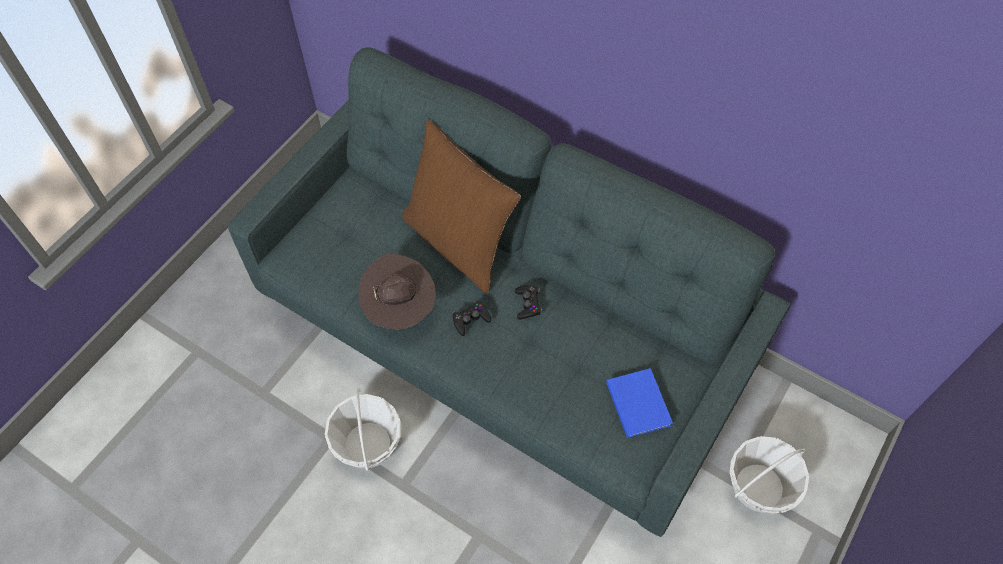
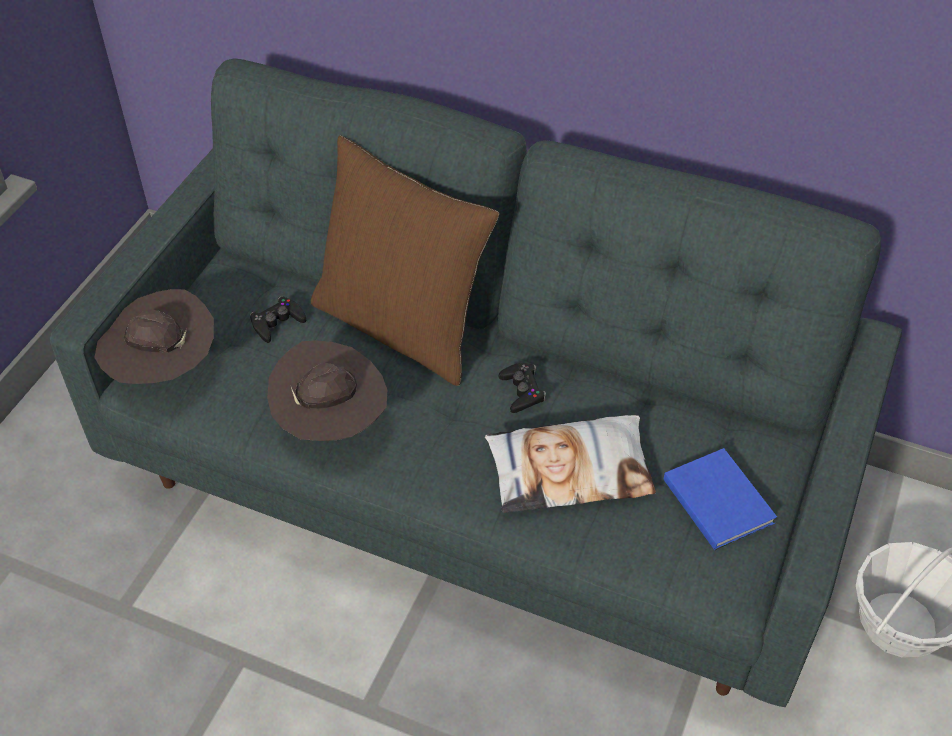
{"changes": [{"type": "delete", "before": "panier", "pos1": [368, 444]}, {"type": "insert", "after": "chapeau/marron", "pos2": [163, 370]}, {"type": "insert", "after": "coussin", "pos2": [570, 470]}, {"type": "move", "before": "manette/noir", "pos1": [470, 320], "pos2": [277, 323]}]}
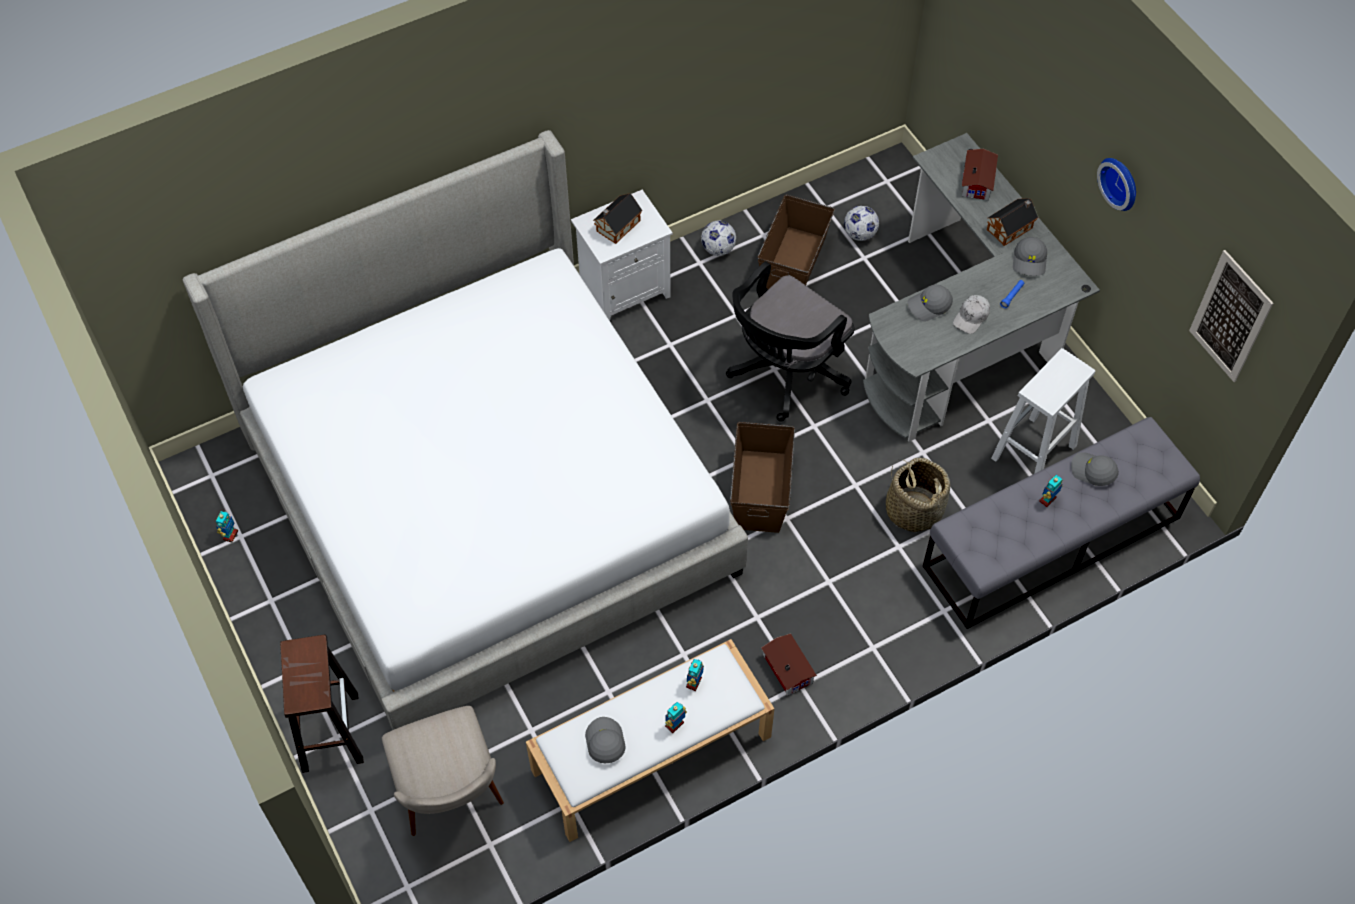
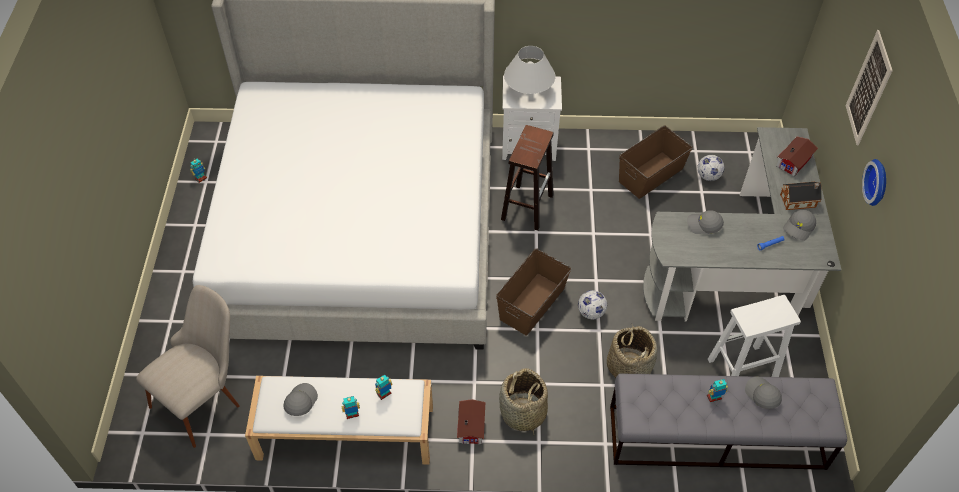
{"changes": [{"type": "delete", "before": "chaise de bureau/noir", "pos1": [785, 374]}, {"type": "delete", "before": "casquette/blanc", "pos1": [971, 317]}, {"type": "insert", "after": "panier", "pos2": [523, 413]}, {"type": "move", "before": "tabouret/marron", "pos1": [330, 731], "pos2": [527, 206]}, {"type": "move", "before": "ballon de foot", "pos1": [718, 249], "pos2": [591, 312]}, {"type": "move", "before": "tableau", "pos1": [1230, 317], "pos2": [868, 89]}, {"type": "replace", "before": "maison miniature", "after": "lampe de table/blanc", "pos1": [616, 227], "pos2": [528, 91]}, {"type": "rotate", "before": "chaise/beige", "pos1": [452, 802], "pos2": [206, 396], "turn": -150}]}
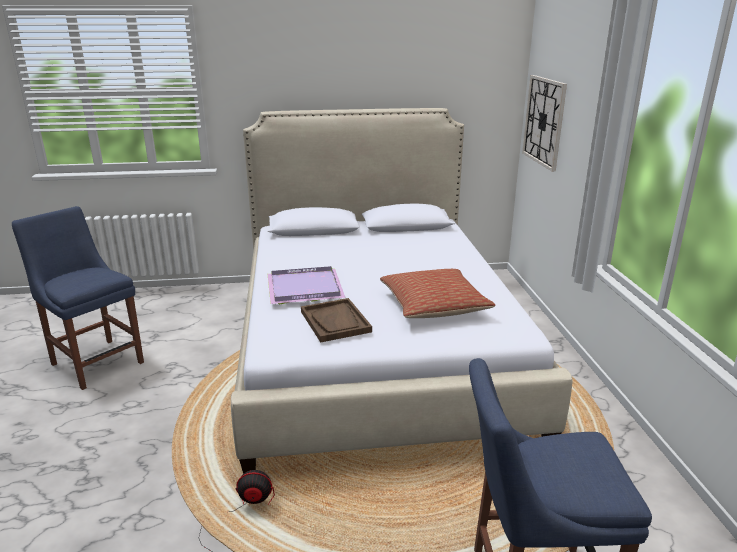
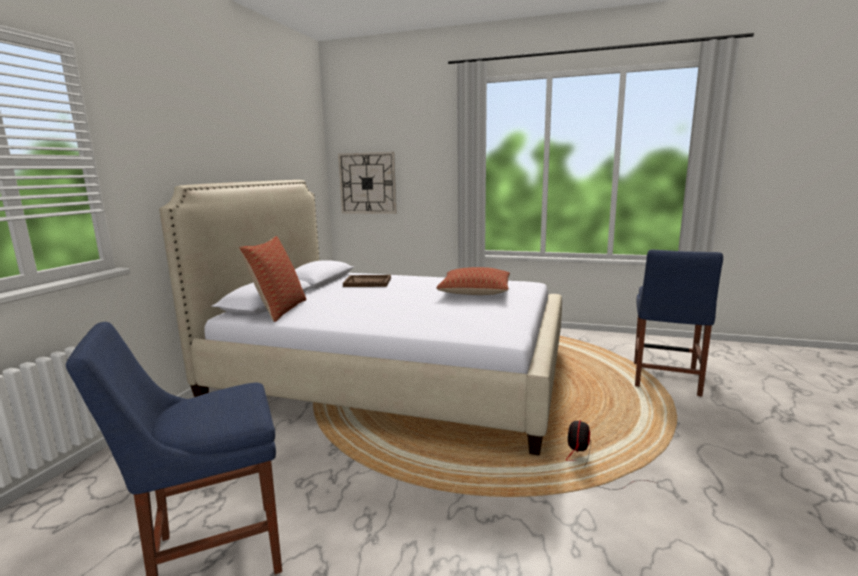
{"changes": [{"type": "delete", "before": "plateau/violet", "pos1": [306, 287]}, {"type": "insert", "after": "coussin", "pos2": [279, 310]}, {"type": "move", "before": "plateau/marron", "pos1": [335, 322], "pos2": [368, 282]}]}
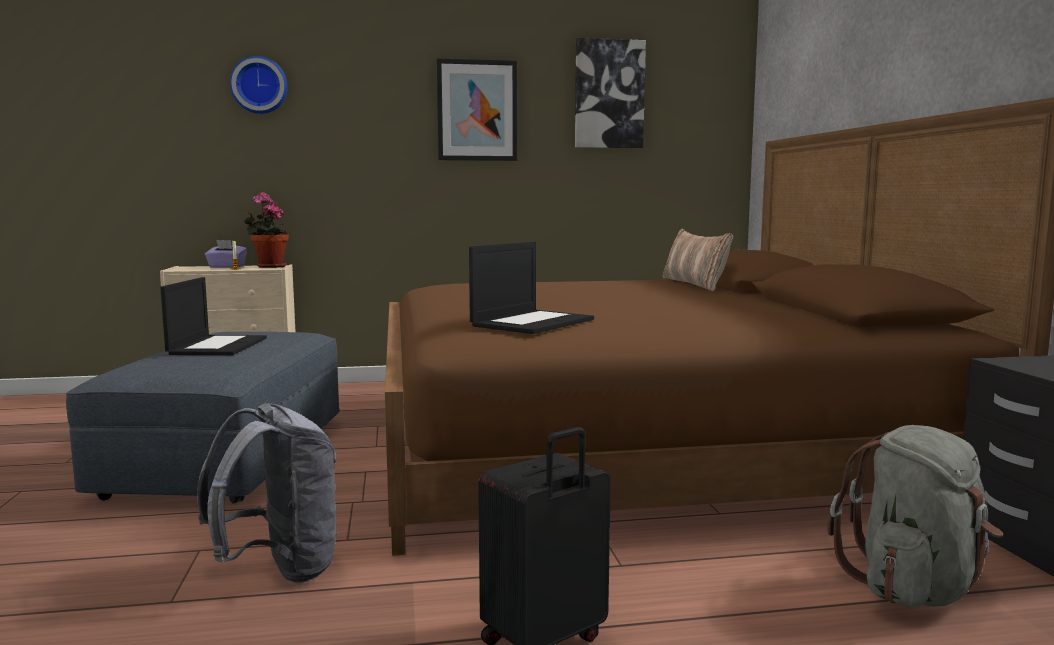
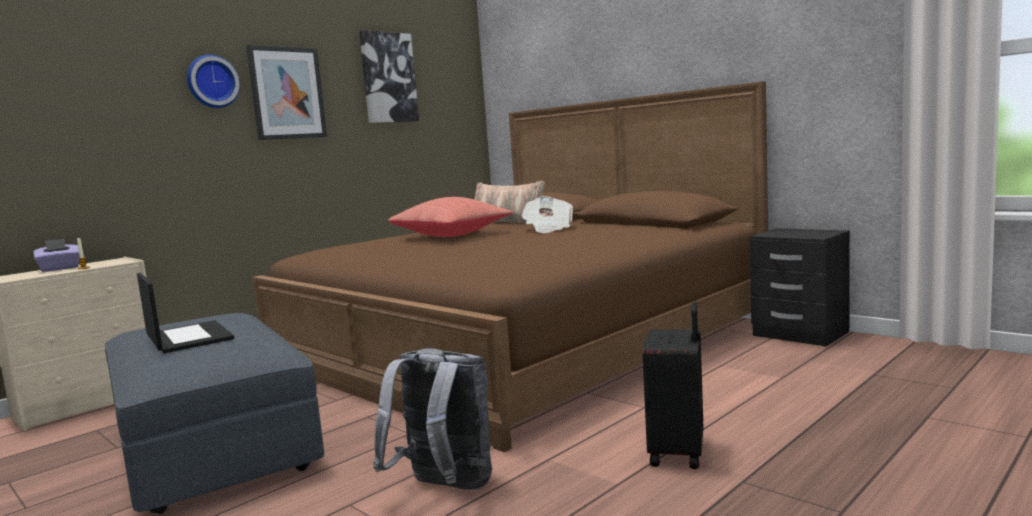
{"changes": [{"type": "delete", "before": "plante en pot", "pos1": [268, 266]}, {"type": "delete", "before": "ordinateur portable", "pos1": [532, 322]}, {"type": "delete", "before": "sac à dos/gris", "pos1": [914, 588]}, {"type": "insert", "after": "coussin/rouge", "pos2": [452, 235]}, {"type": "insert", "after": "journal", "pos2": [548, 229]}, {"type": "move", "before": "horloge murale", "pos1": [259, 85], "pos2": [212, 82]}]}
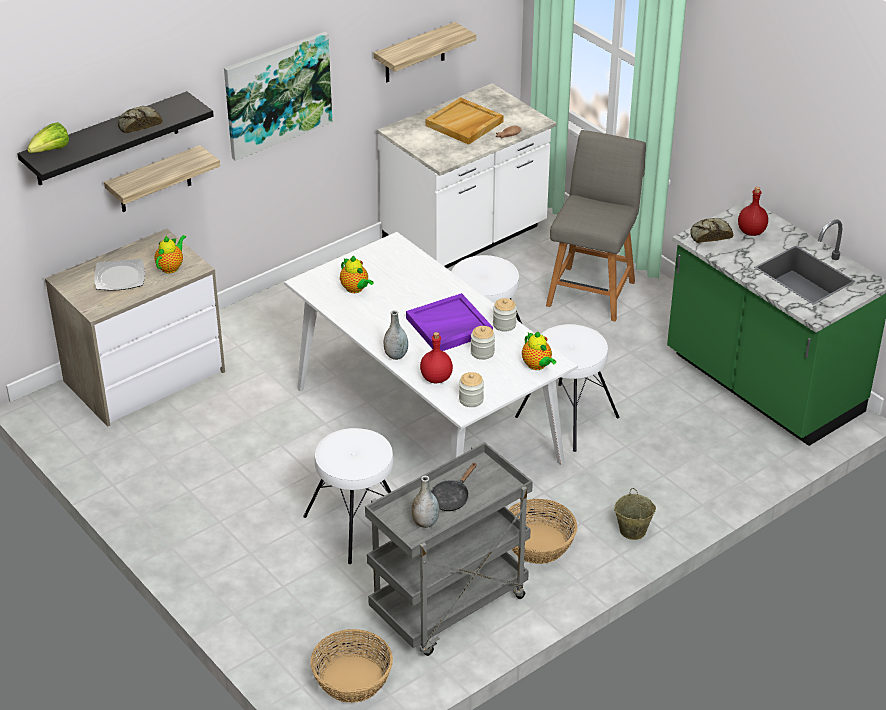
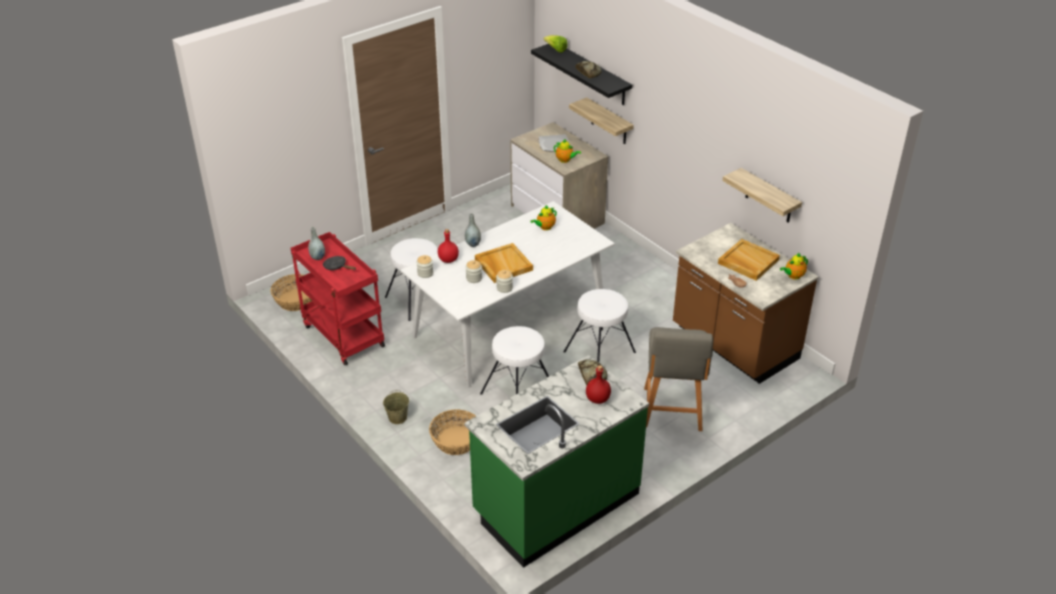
{"changes": [{"type": "delete", "before": "tableau", "pos1": [277, 94]}, {"type": "move", "before": "panier", "pos1": [538, 544], "pos2": [456, 441]}, {"type": "move", "before": "théière", "pos1": [537, 366], "pos2": [793, 276]}, {"type": "recolor", "before": "chariot/gris", "after": "chariot/rouge", "pos1": [449, 608], "pos2": [342, 335]}, {"type": "recolor", "before": "comptoir de cuisine/blanc", "after": "comptoir de cuisine/marron", "pos1": [465, 238], "pos2": [733, 344]}, {"type": "recolor", "before": "plateau/violet", "after": "plateau/beige", "pos1": [448, 326], "pos2": [503, 265]}, {"type": "rotate", "before": "chaise/gris", "pos1": [592, 291], "pos2": [672, 411], "turn": 75}]}
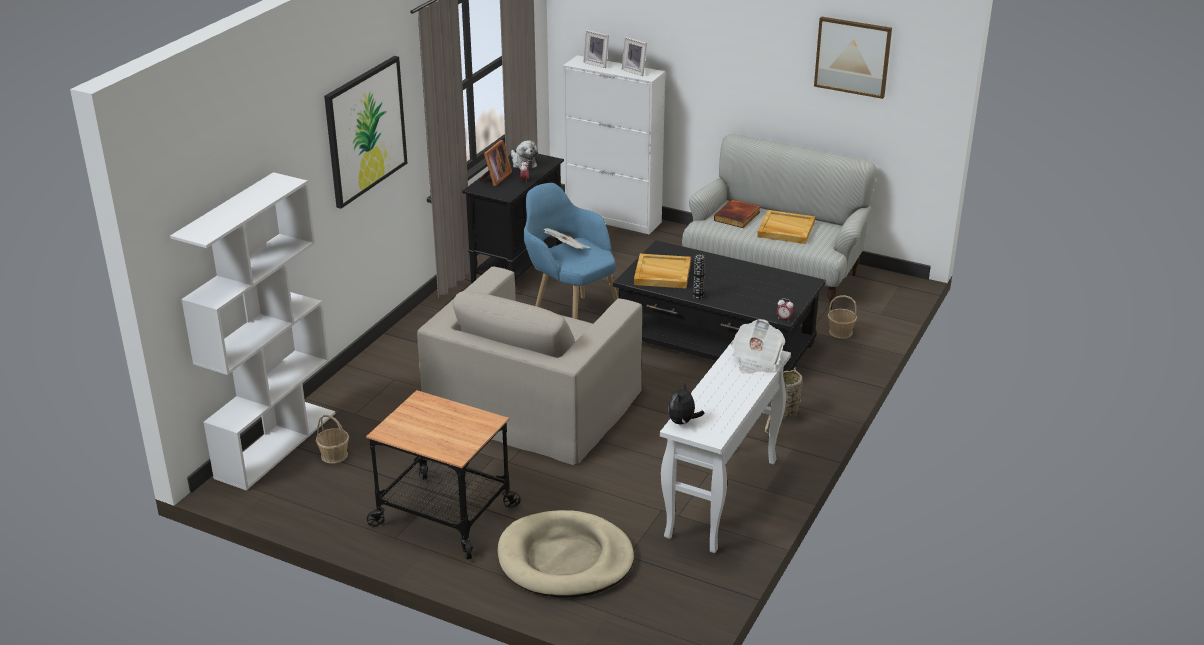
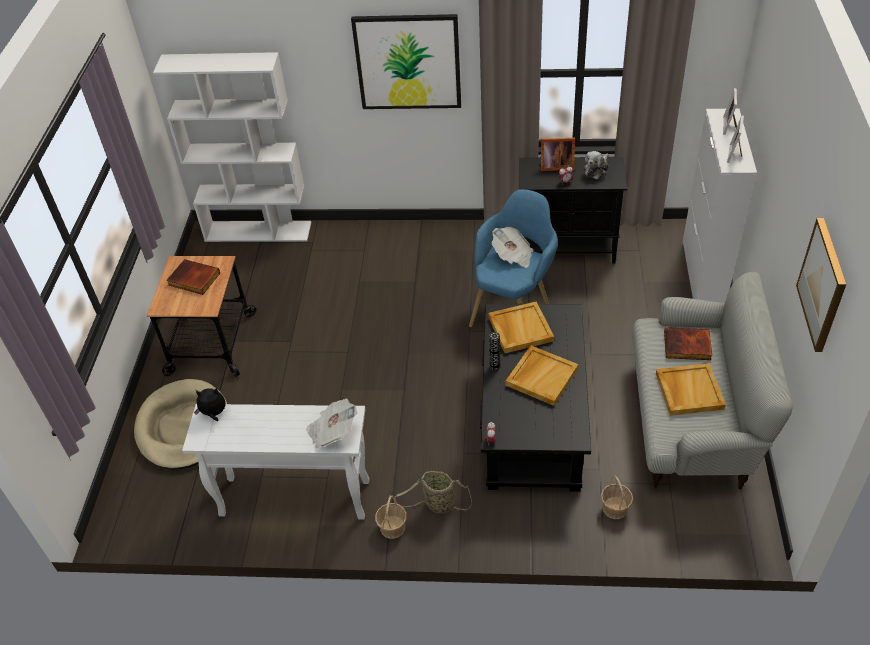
{"changes": [{"type": "delete", "before": "fauteuil/beige", "pos1": [533, 402]}, {"type": "insert", "after": "livre", "pos2": [193, 279]}, {"type": "insert", "after": "plateau/beige", "pos2": [541, 376]}, {"type": "move", "before": "panier", "pos1": [334, 455], "pos2": [392, 527]}]}
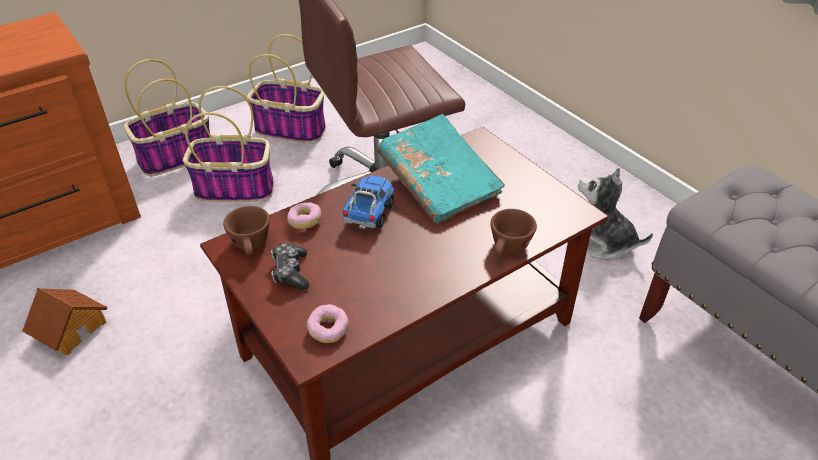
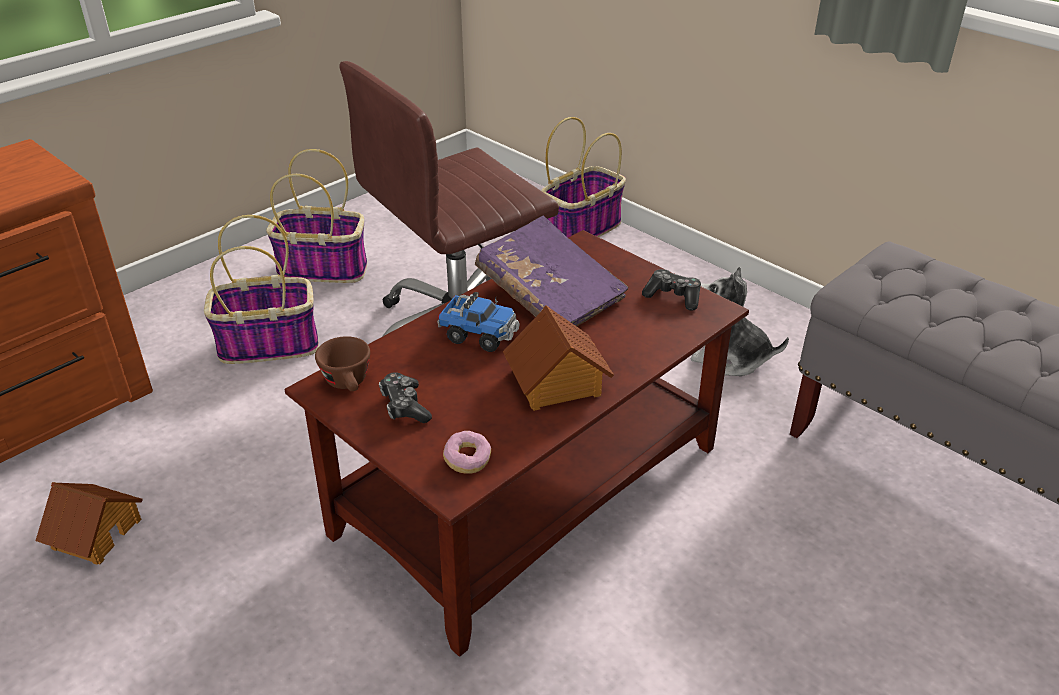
{"changes": [{"type": "delete", "before": "beignet", "pos1": [305, 221]}, {"type": "delete", "before": "tasse/marron", "pos1": [508, 248]}, {"type": "insert", "after": "maison miniature", "pos2": [556, 383]}, {"type": "insert", "after": "manette", "pos2": [673, 296]}, {"type": "move", "before": "panier", "pos1": [177, 156], "pos2": [582, 228]}, {"type": "recolor", "before": "livre/turquoise", "after": "livre/violet", "pos1": [439, 183], "pos2": [550, 295]}, {"type": "rotate", "before": "camion jouet", "pos1": [369, 214], "pos2": [479, 335], "turn": 105}]}
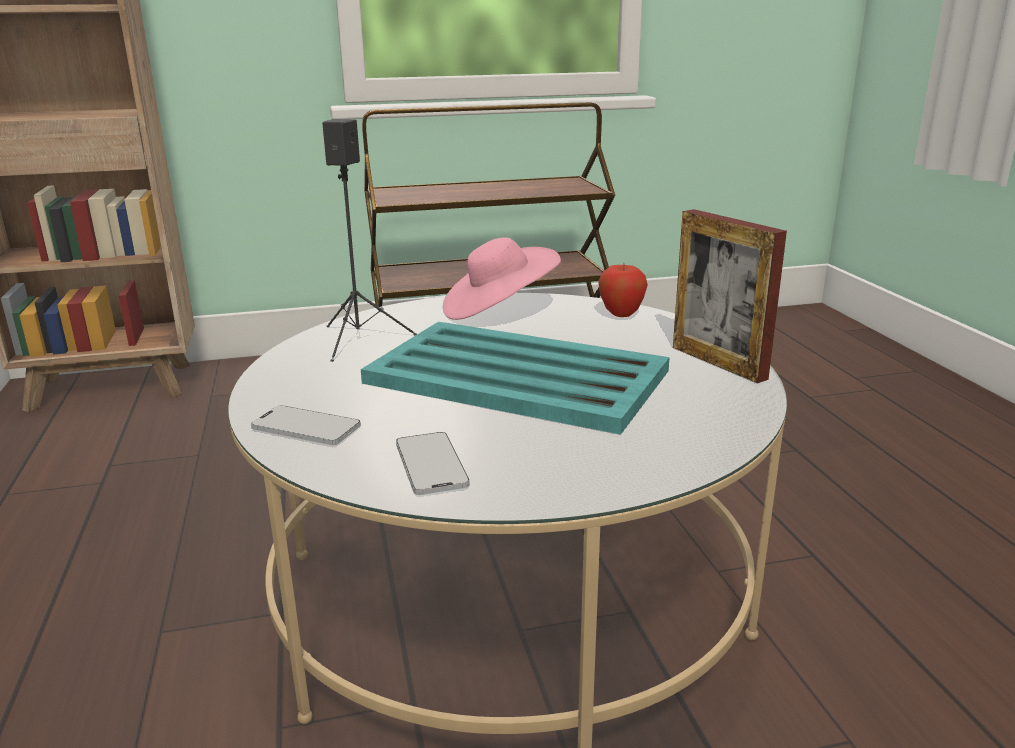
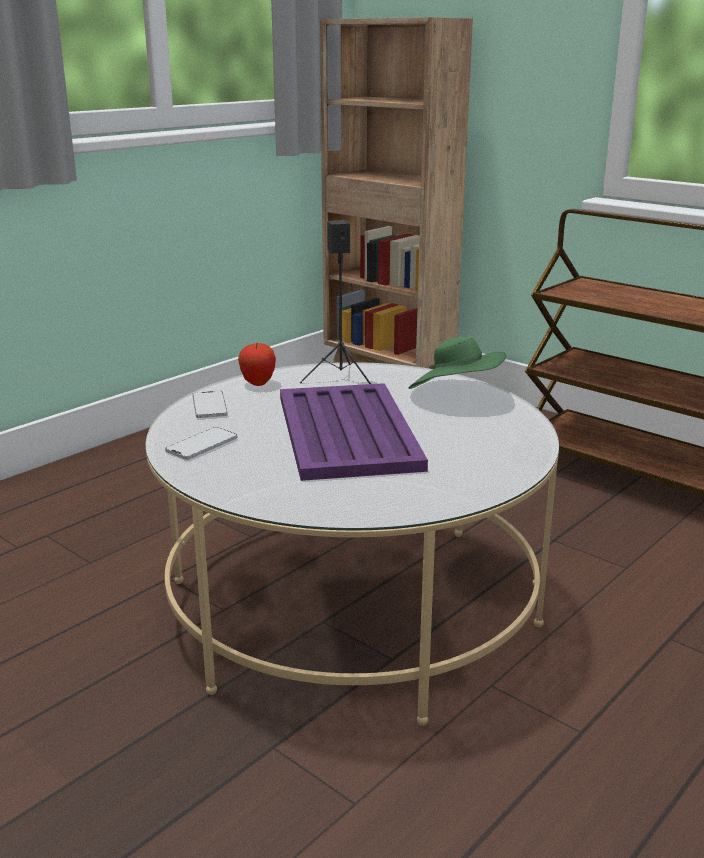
{"changes": [{"type": "delete", "before": "cadre photo", "pos1": [718, 362]}, {"type": "move", "before": "pomme", "pos1": [621, 315], "pos2": [258, 384]}, {"type": "recolor", "before": "plateau/turquoise", "after": "plateau/violet", "pos1": [514, 376], "pos2": [347, 431]}, {"type": "recolor", "before": "chapeau/rose", "after": "chapeau/vert", "pos1": [498, 310], "pos2": [456, 395]}]}
